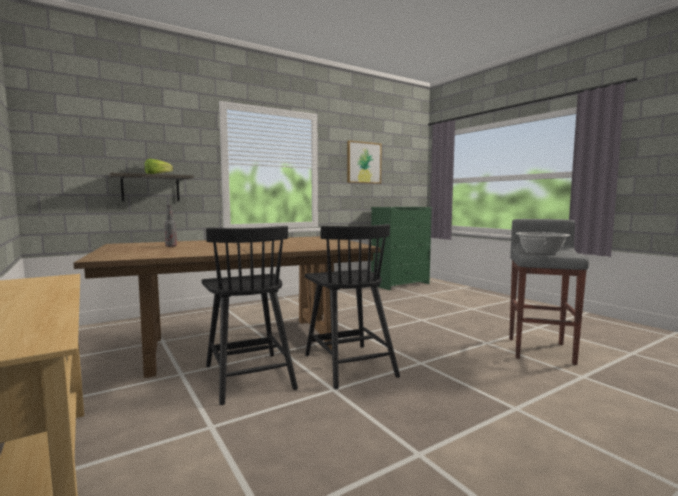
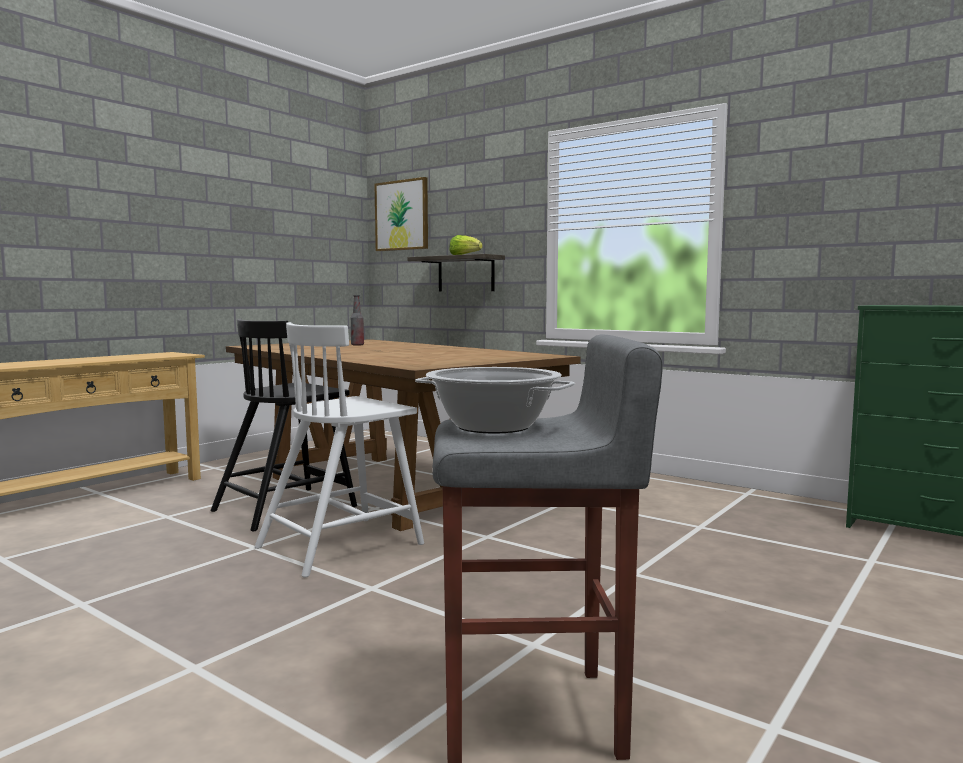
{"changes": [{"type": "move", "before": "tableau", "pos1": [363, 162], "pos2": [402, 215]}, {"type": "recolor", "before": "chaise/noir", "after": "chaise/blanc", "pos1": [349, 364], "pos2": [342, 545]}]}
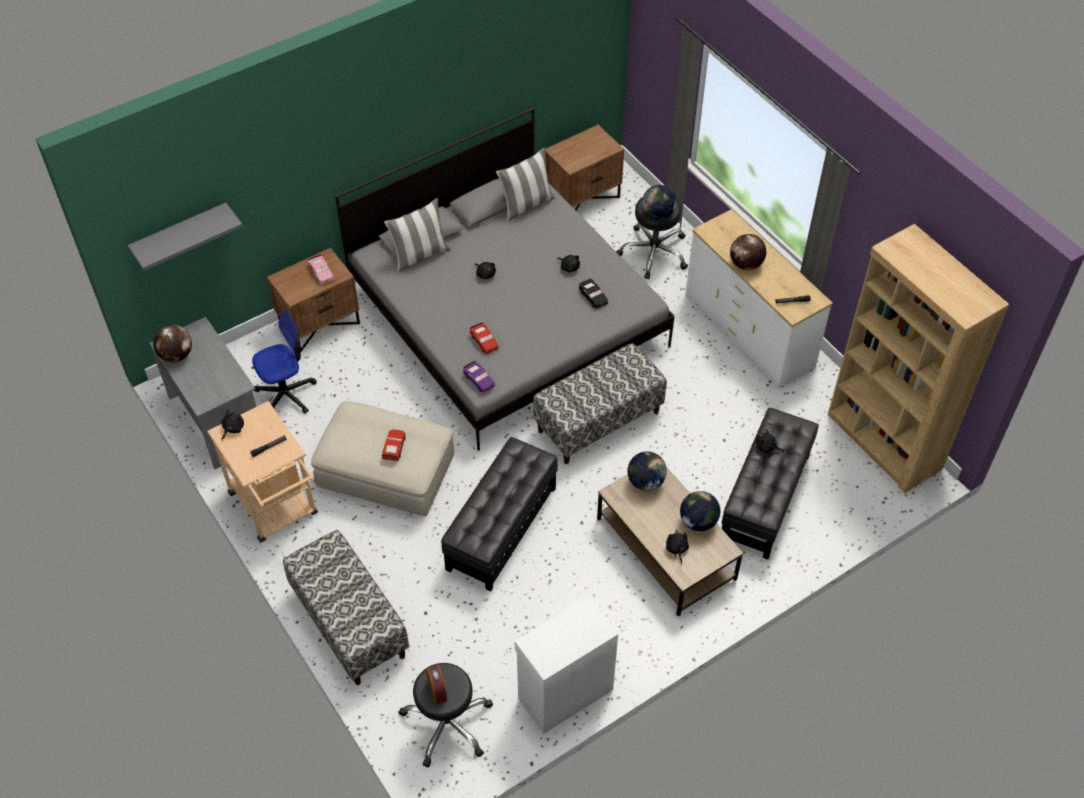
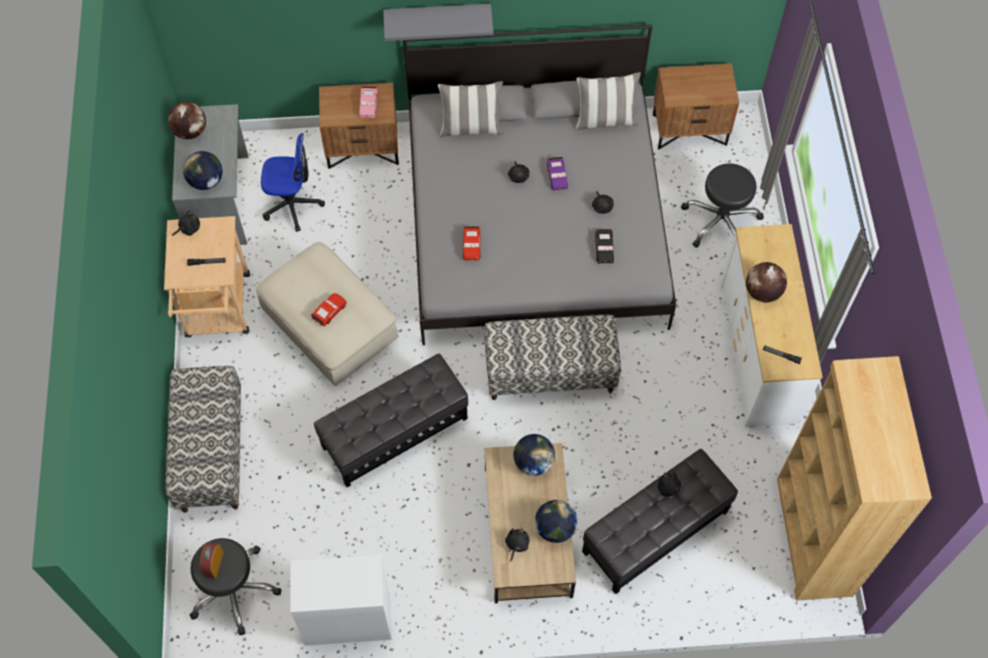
{"changes": [{"type": "move", "before": "étagère/gris", "pos1": [180, 234], "pos2": [437, 16]}, {"type": "move", "before": "petite voiture/violet", "pos1": [479, 380], "pos2": [557, 176]}, {"type": "move", "before": "globe", "pos1": [658, 214], "pos2": [206, 181]}]}
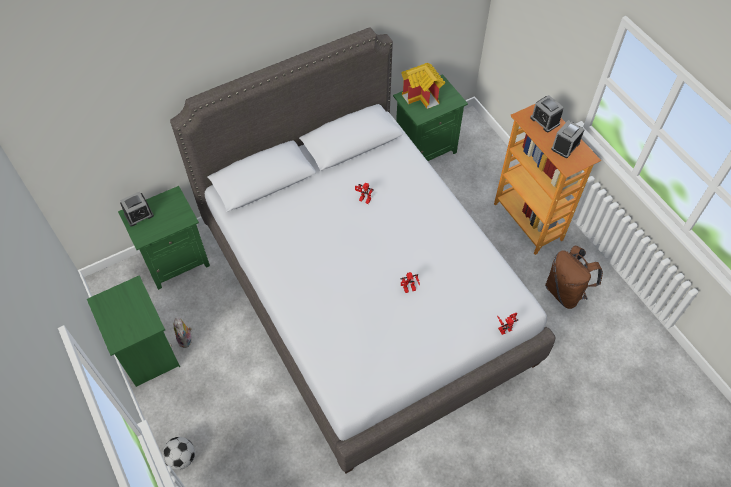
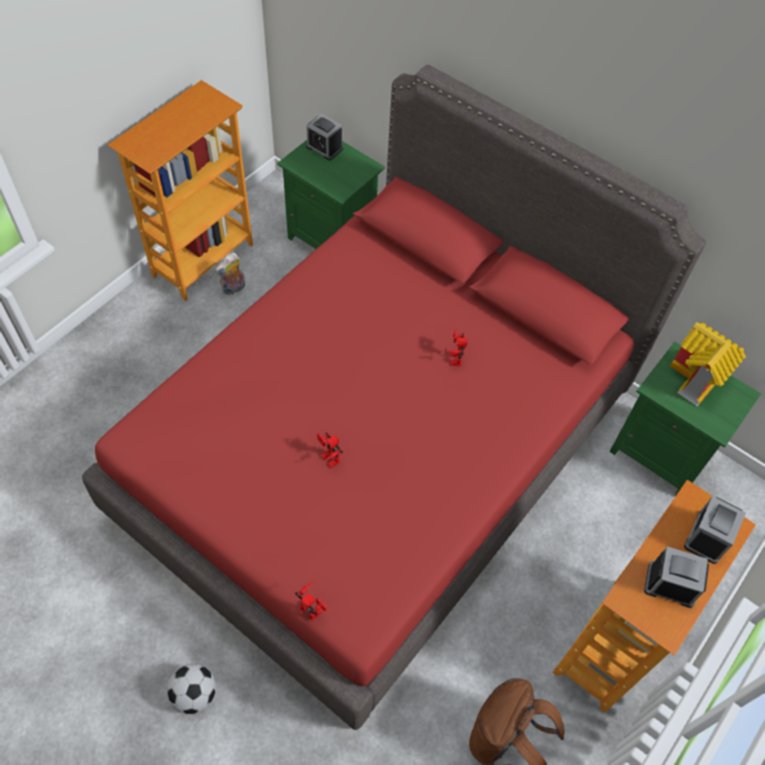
{"changes": [{"type": "move", "before": "ballon de foot", "pos1": [181, 458], "pos2": [194, 693]}, {"type": "replace", "before": "table de chevet/vert", "after": "bibliothèque", "pos1": [146, 353], "pos2": [202, 259]}, {"type": "recolor", "before": "lit/gris", "after": "lit/rouge", "pos1": [364, 292], "pos2": [377, 452]}]}
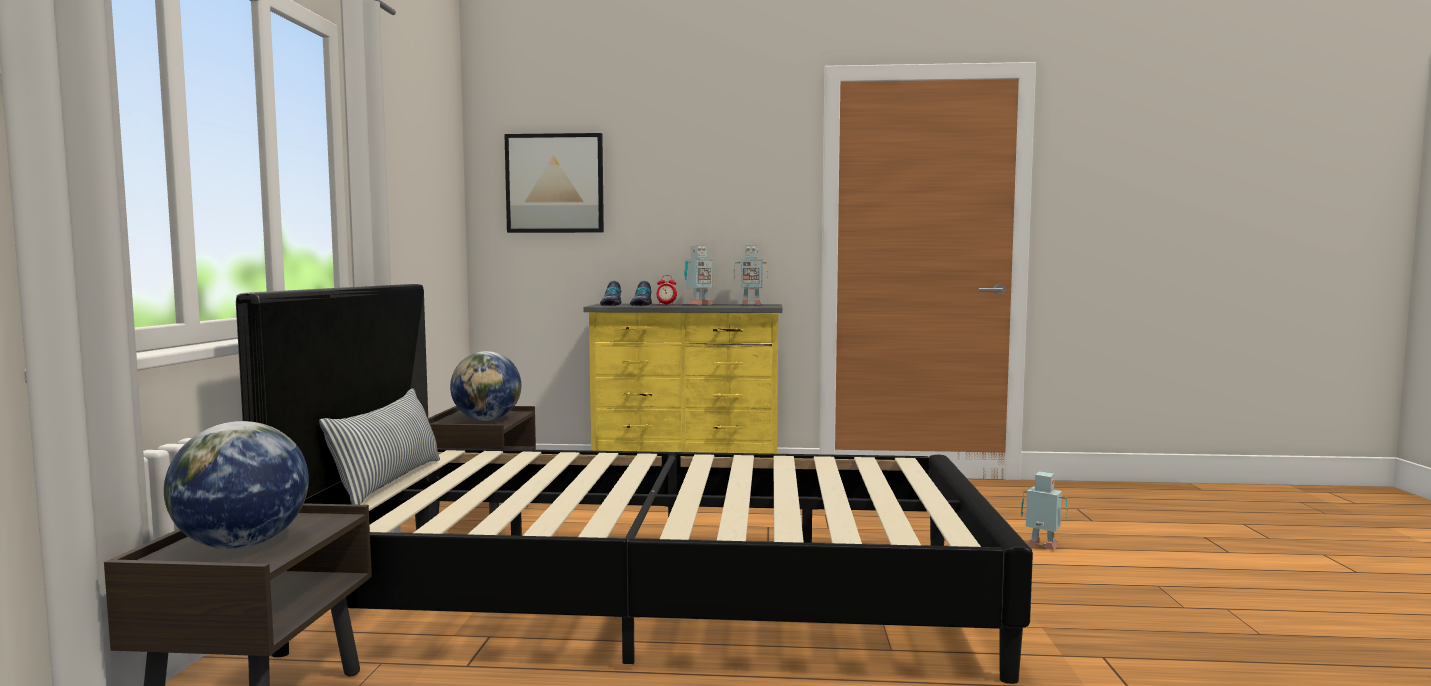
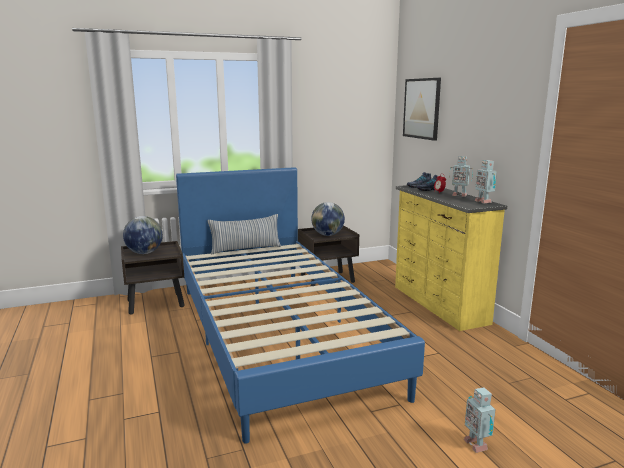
{"changes": [{"type": "recolor", "before": "lit/noir", "after": "lit/bleu", "pos1": [654, 596], "pos2": [276, 334]}, {"type": "rotate", "before": "robot jouet", "pos1": [1042, 547], "pos2": [476, 444], "turn": 150}]}
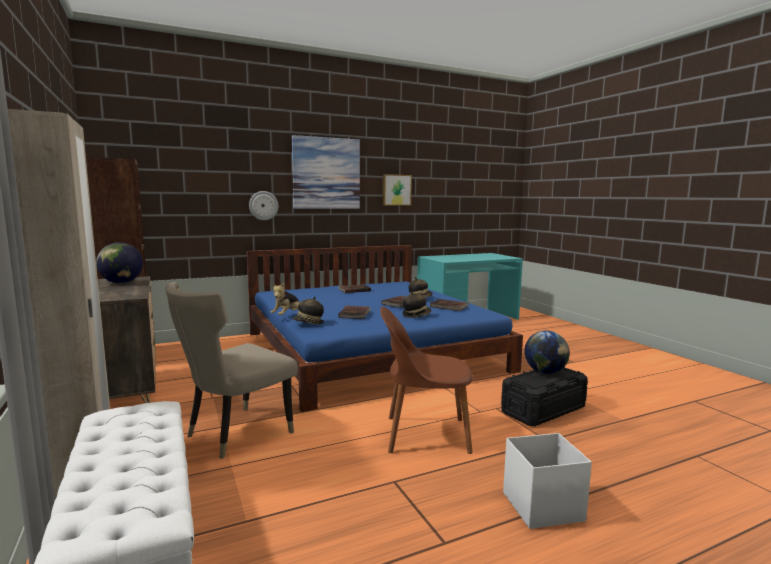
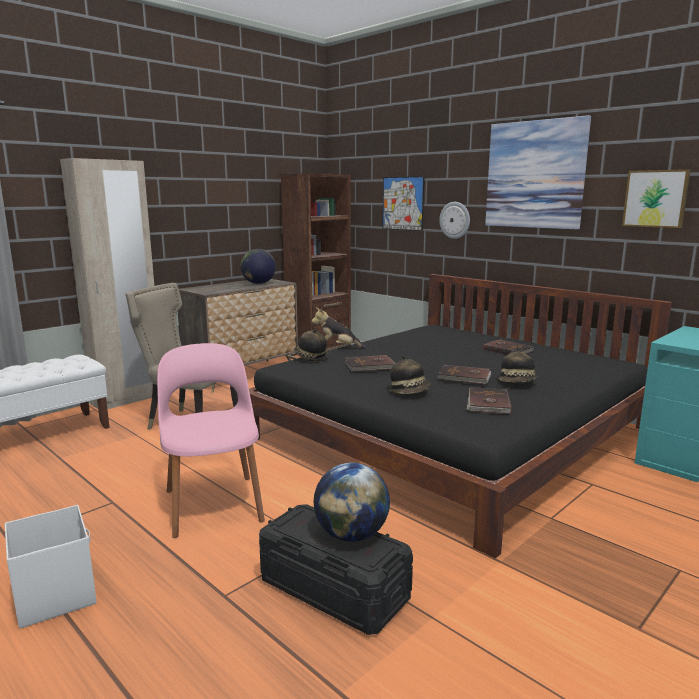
{"changes": [{"type": "insert", "after": "tableau", "pos2": [403, 203]}, {"type": "recolor", "before": "lit/bleu", "after": "lit/noir", "pos1": [370, 350], "pos2": [451, 432]}, {"type": "recolor", "before": "chaise/marron", "after": "chaise/rose", "pos1": [424, 434], "pos2": [214, 503]}]}
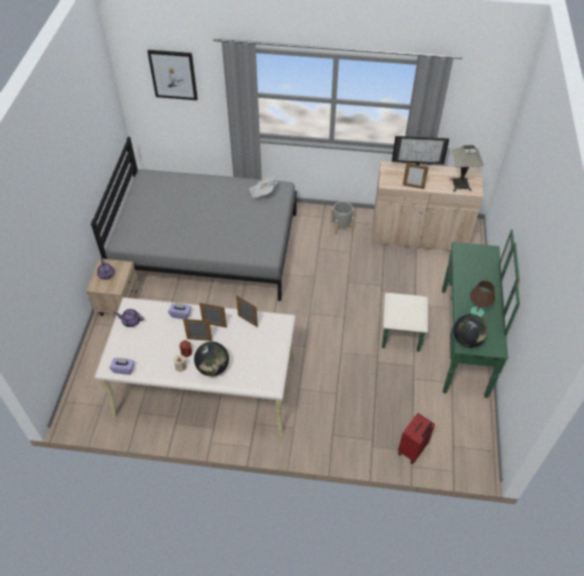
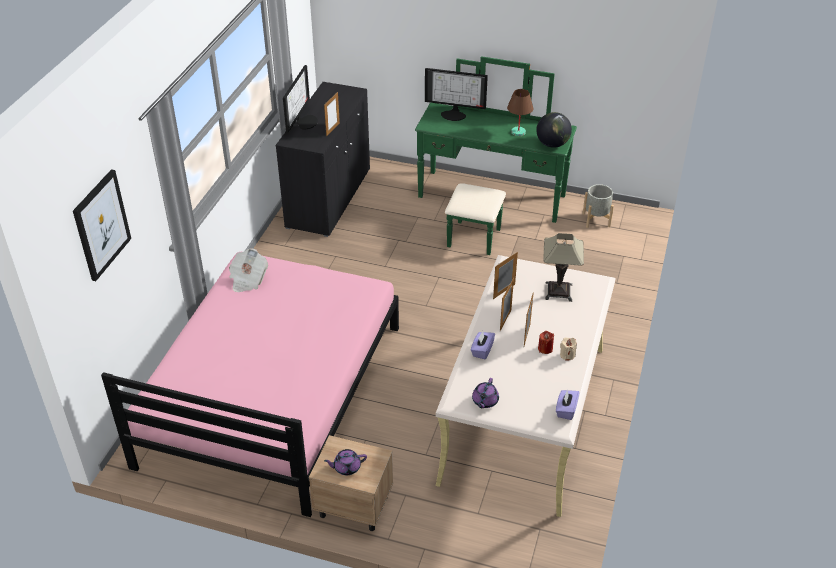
{"changes": [{"type": "delete", "before": "globe", "pos1": [213, 368]}, {"type": "delete", "before": "valise/rouge", "pos1": [413, 450]}, {"type": "insert", "after": "écran d'ordinateur", "pos2": [454, 114]}, {"type": "move", "before": "cache-pot/gris", "pos1": [341, 227], "pos2": [596, 219]}, {"type": "move", "before": "lampe de table", "pos1": [460, 185], "pos2": [558, 291]}, {"type": "recolor", "before": "lit/gris", "after": "lit/rose", "pos1": [207, 246], "pos2": [272, 394]}, {"type": "recolor", "before": "meuble de rangement/beige", "after": "meuble de rangement/noir", "pos1": [418, 235], "pos2": [329, 198]}]}
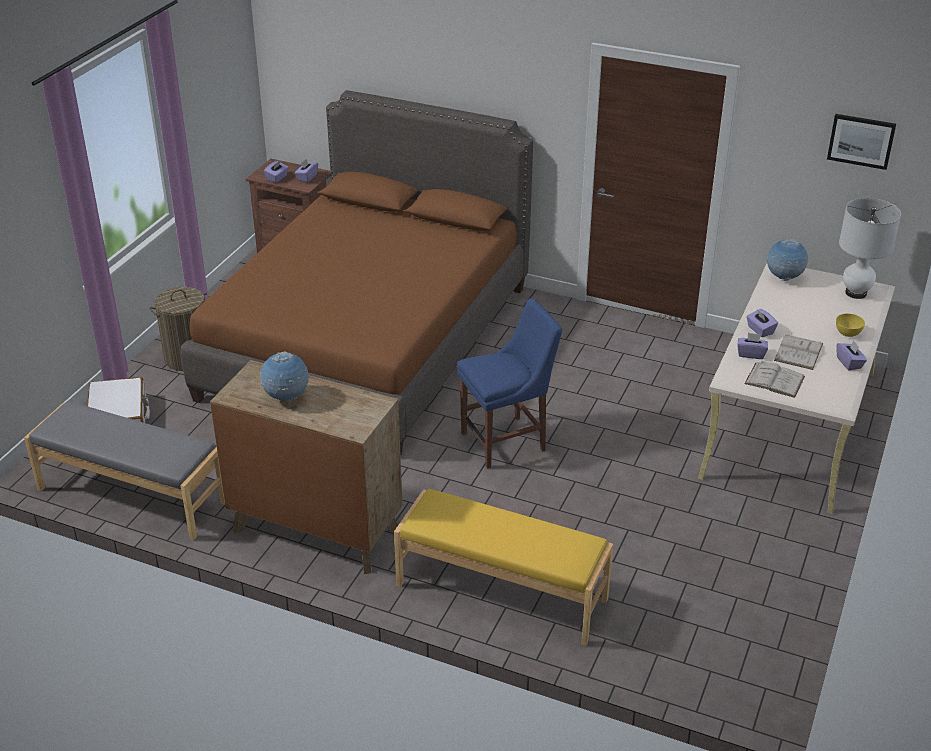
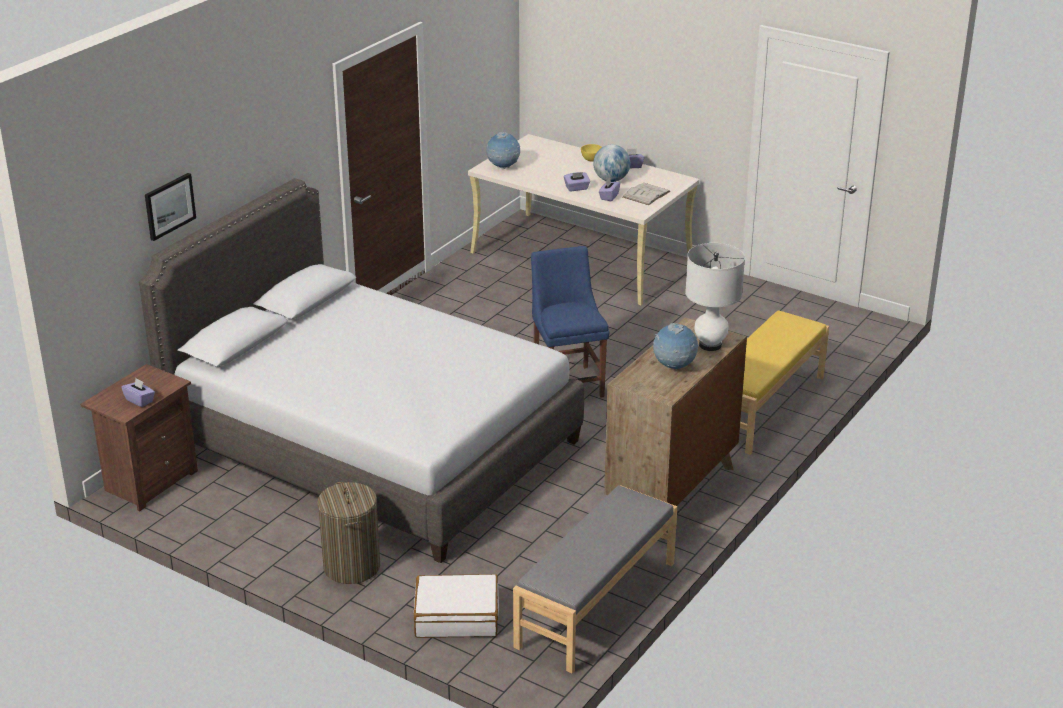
{"changes": [{"type": "delete", "before": "boîte à mouchoirs/violet", "pos1": [307, 177]}, {"type": "move", "before": "tableau", "pos1": [861, 141], "pos2": [169, 206]}, {"type": "move", "before": "lampe de table/blanc", "pos1": [856, 293], "pos2": [710, 345]}, {"type": "replace", "before": "livre/blanc", "after": "globe", "pos1": [798, 352], "pos2": [611, 180]}, {"type": "recolor", "before": "lit/marron", "after": "lit/gris", "pos1": [367, 341], "pos2": [373, 445]}]}
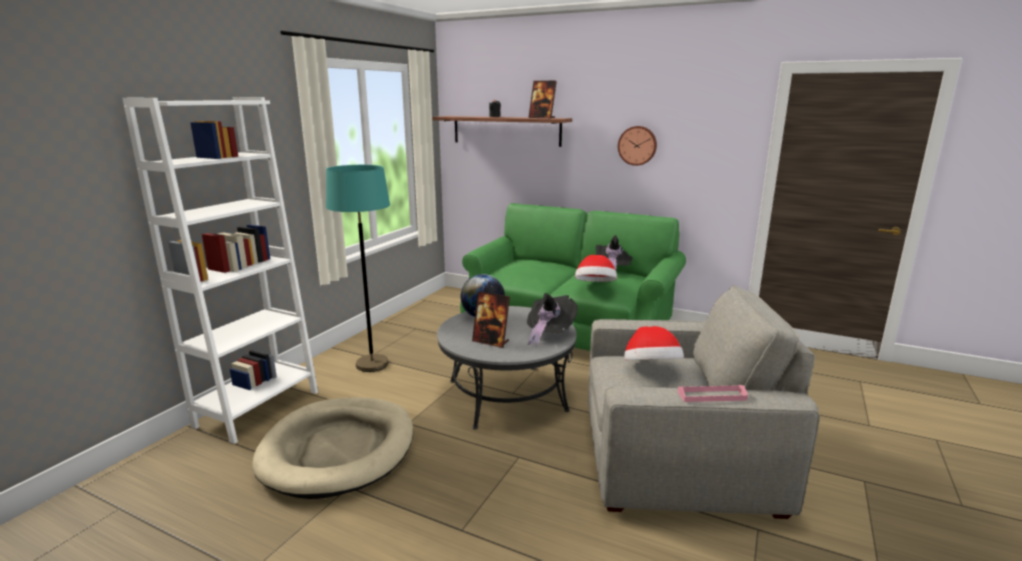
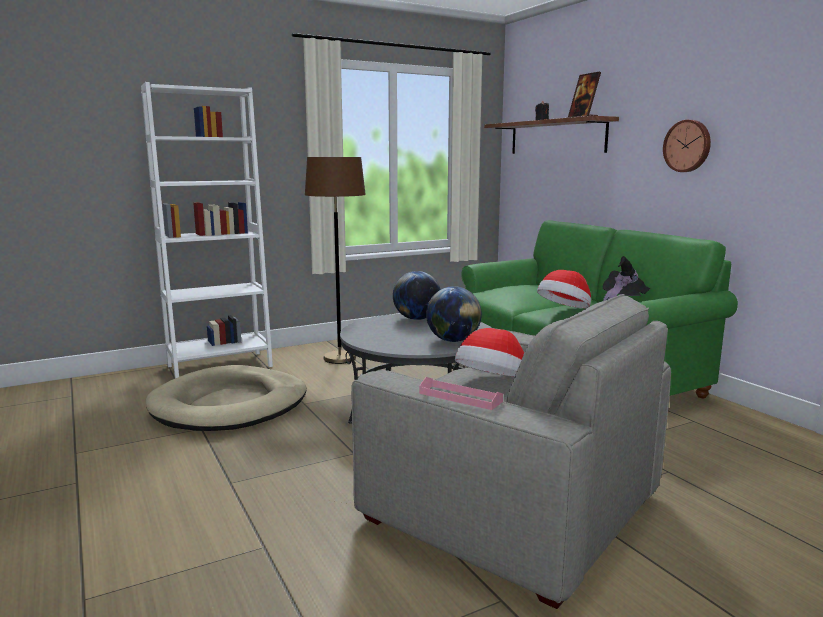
{"changes": [{"type": "delete", "before": "cadre photo", "pos1": [491, 341]}, {"type": "replace", "before": "chapeau/noir", "after": "globe", "pos1": [549, 333], "pos2": [453, 340]}, {"type": "recolor", "before": "lampadaire/turquoise", "after": "lampadaire/marron", "pos1": [372, 364], "pos2": [339, 358]}]}
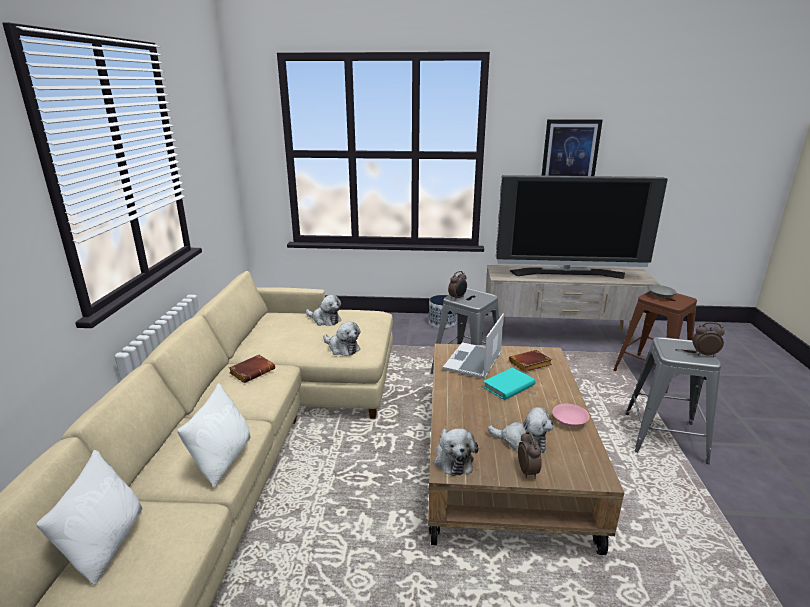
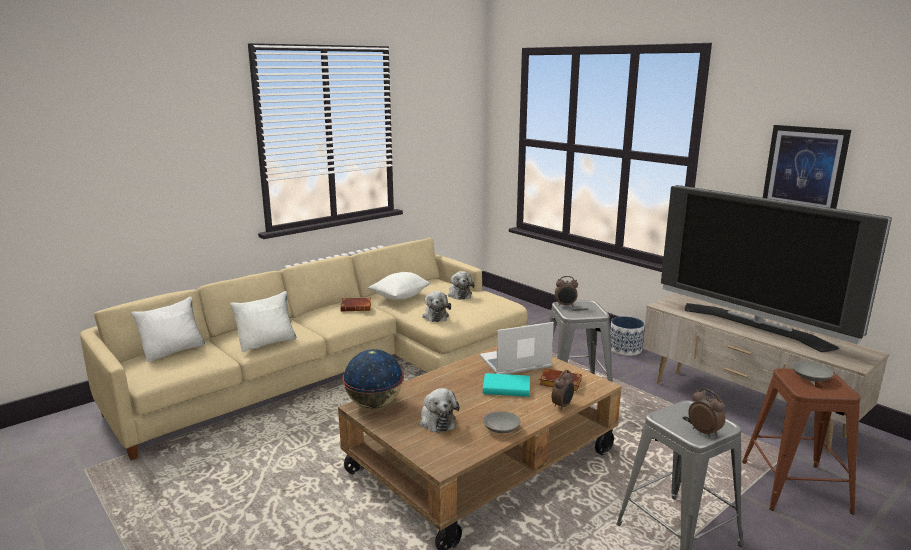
{"changes": [{"type": "insert", "after": "coussin/blanc", "pos2": [400, 297]}, {"type": "move", "before": "réveil", "pos1": [528, 471], "pos2": [562, 406]}, {"type": "replace", "before": "peluche", "after": "globe", "pos1": [453, 459], "pos2": [374, 404]}, {"type": "recolor", "before": "bol/rose", "after": "bol/gris", "pos1": [568, 421], "pos2": [501, 428]}]}
